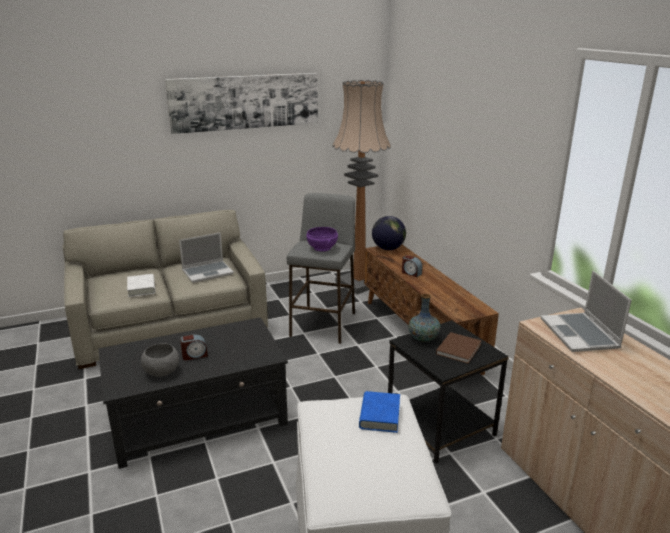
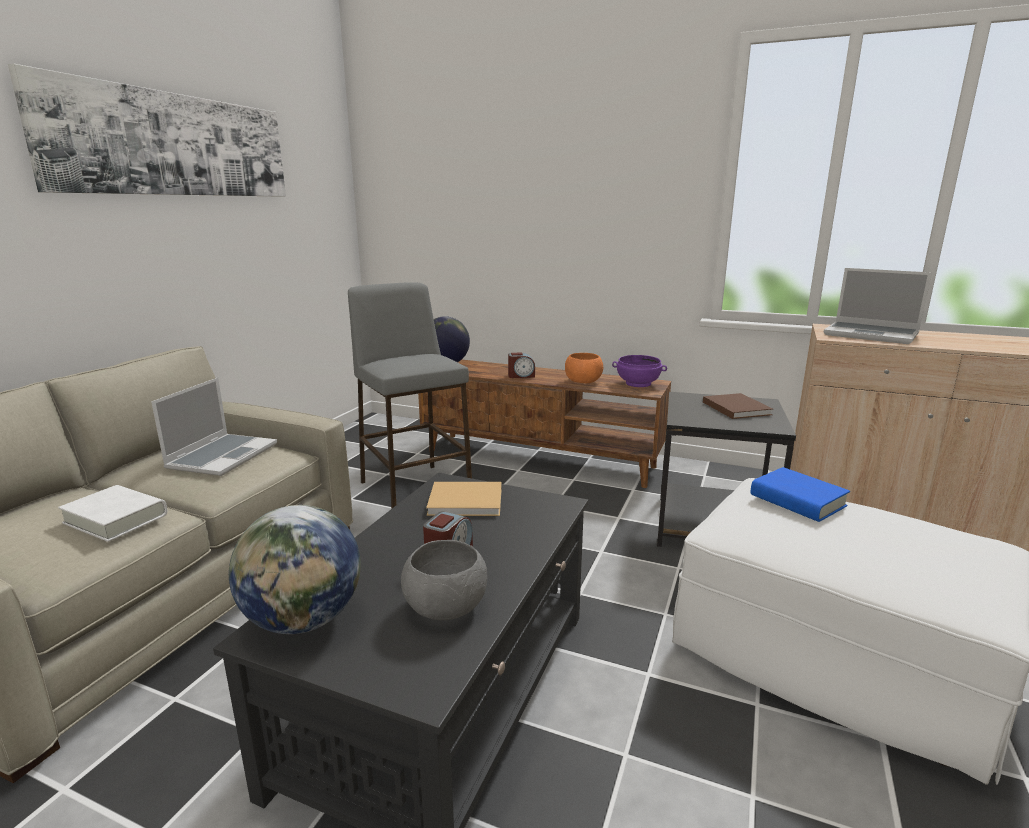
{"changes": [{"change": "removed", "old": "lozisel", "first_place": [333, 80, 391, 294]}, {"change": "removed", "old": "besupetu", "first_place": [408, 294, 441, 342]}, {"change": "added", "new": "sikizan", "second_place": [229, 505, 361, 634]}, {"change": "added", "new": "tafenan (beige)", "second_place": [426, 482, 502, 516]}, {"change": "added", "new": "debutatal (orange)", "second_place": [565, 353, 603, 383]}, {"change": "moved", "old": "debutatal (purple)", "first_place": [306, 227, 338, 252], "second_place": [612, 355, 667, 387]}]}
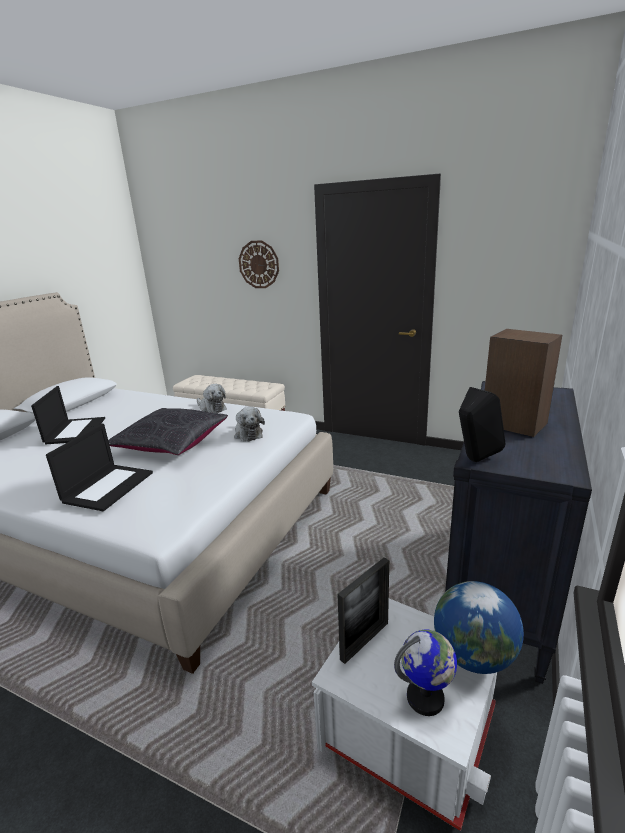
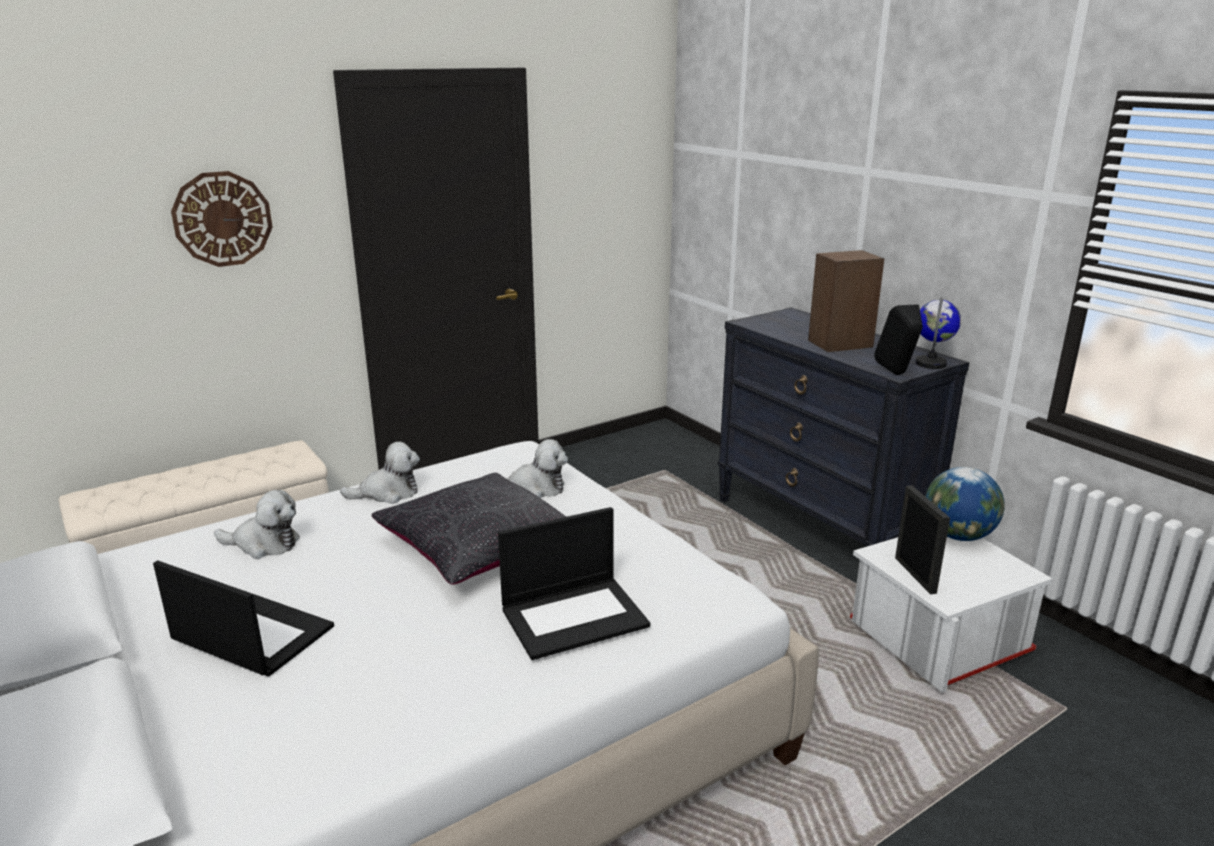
{"changes": [{"change": "added", "new": "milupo", "second_place": [214, 490, 300, 559]}, {"change": "moved", "old": "sikizan", "first_place": [394, 629, 457, 716], "second_place": [916, 297, 961, 369]}, {"change": "turned", "old": "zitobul", "first_place": [46, 424, 153, 511], "second_place": [498, 507, 650, 660], "degrees": 105}]}
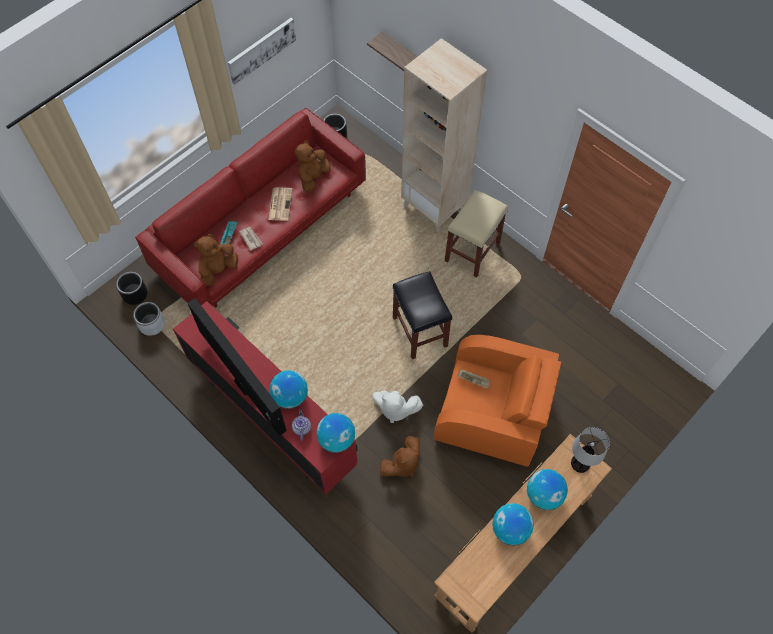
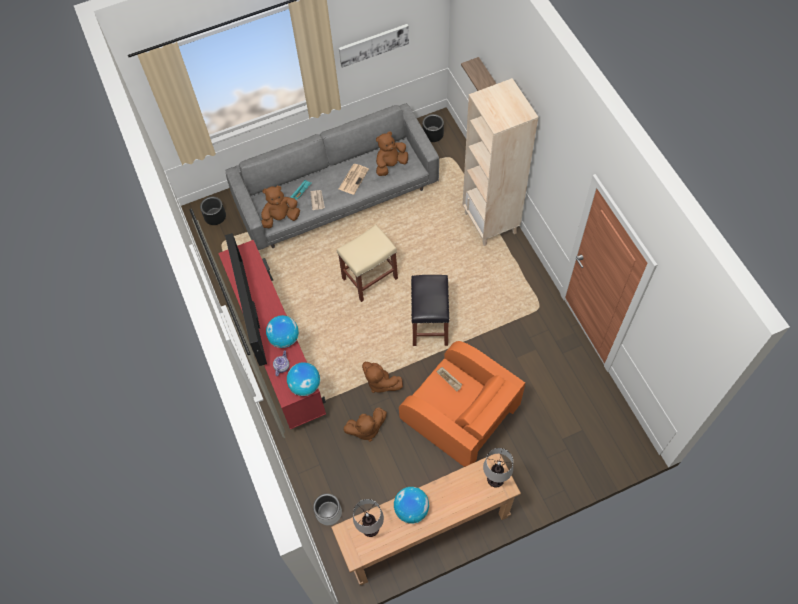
{"changes": [{"change": "removed", "old": "sikizan", "first_place": [527, 469, 568, 510]}, {"change": "added", "new": "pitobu", "second_place": [353, 499, 384, 537]}, {"change": "moved", "old": "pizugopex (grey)", "first_place": [133, 302, 165, 336], "second_place": [313, 493, 342, 525]}, {"change": "moved", "old": "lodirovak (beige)", "first_place": [445, 190, 508, 278], "second_place": [337, 225, 398, 302]}, {"change": "recoloured", "old": "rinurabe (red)", "new": "rinurabe (grey)", "first_place": [135, 108, 366, 308], "second_place": [225, 103, 439, 250]}, {"change": "recoloured", "old": "milupo (white)", "new": "milupo (brown)", "first_place": [372, 391, 423, 423], "second_place": [362, 362, 403, 393]}]}
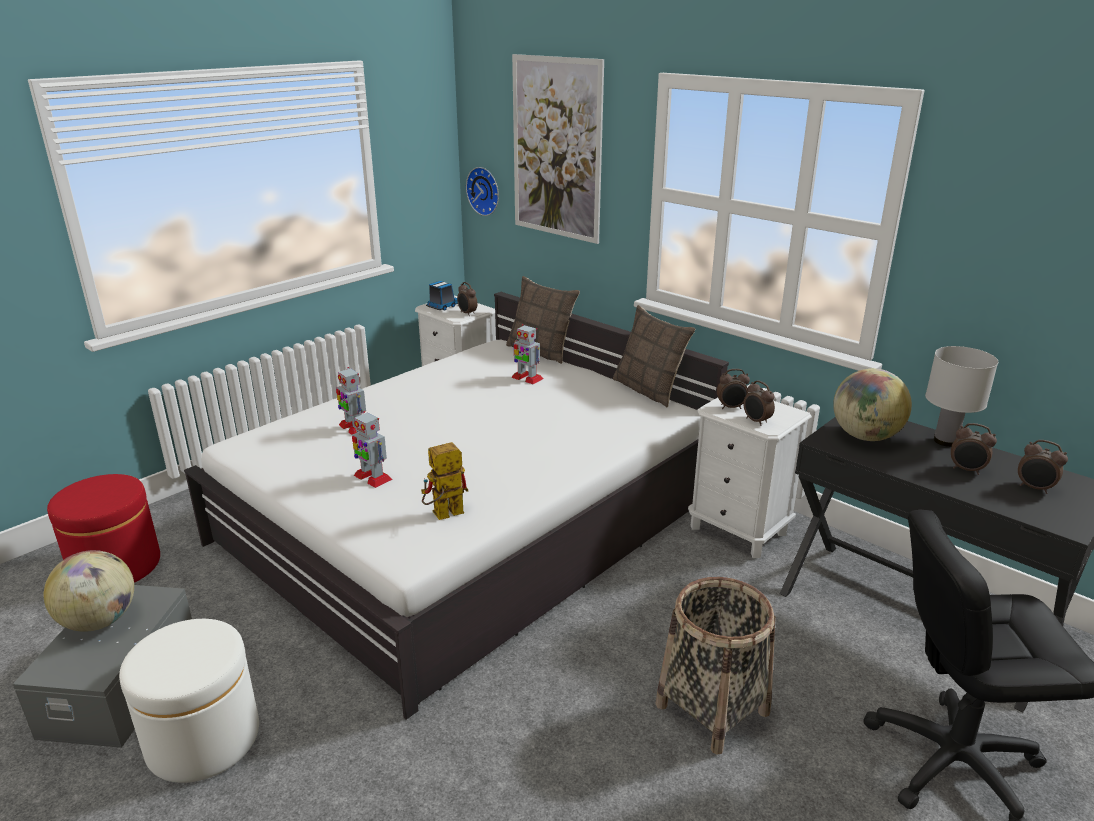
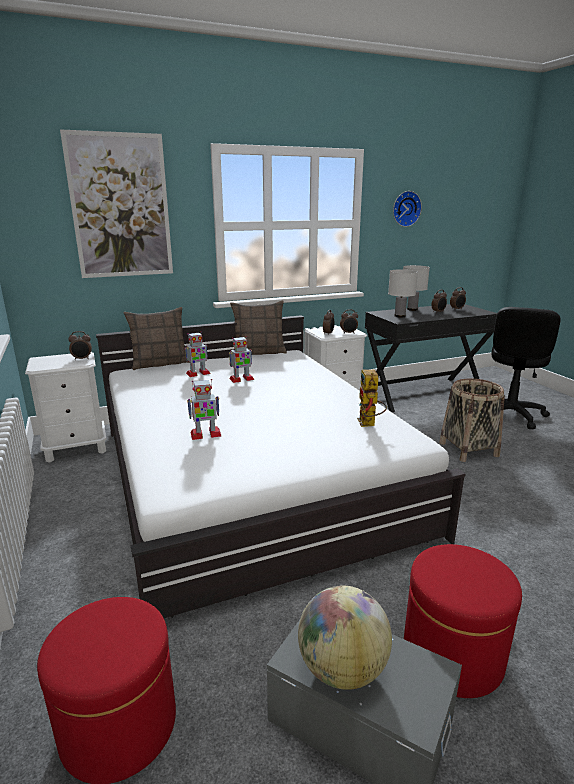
{"changes": [{"change": "removed", "old": "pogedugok", "first_place": [426, 281, 458, 311]}, {"change": "moved", "old": "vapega", "first_place": [352, 411, 393, 488], "second_place": [229, 336, 254, 383]}, {"change": "moved", "old": "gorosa", "first_place": [466, 167, 499, 216], "second_place": [393, 191, 422, 227]}, {"change": "replaced", "old": "sikizan", "new": "pitobu (white)", "first_place": [833, 368, 912, 441], "second_place": [388, 269, 418, 317]}, {"change": "recoloured", "old": "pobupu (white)", "new": "pobupu (red)", "first_place": [119, 619, 259, 783], "second_place": [404, 544, 522, 698]}]}
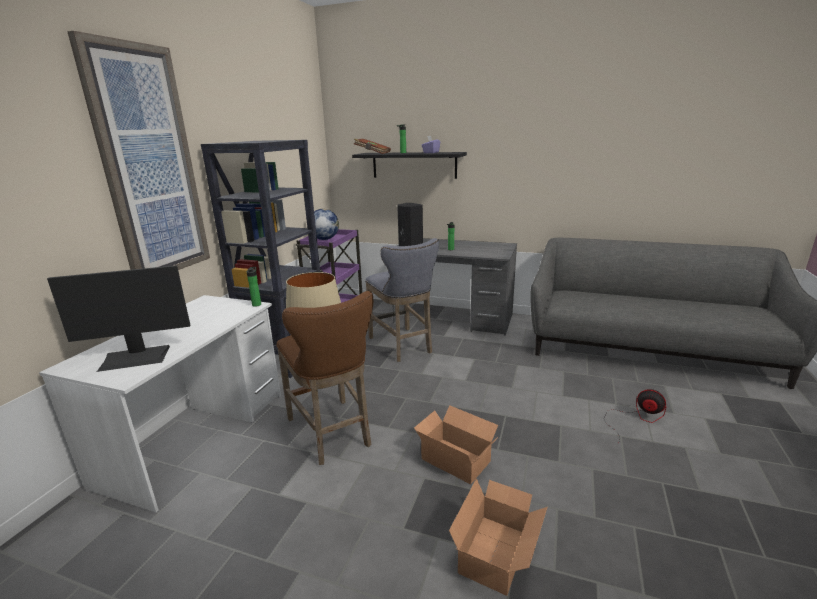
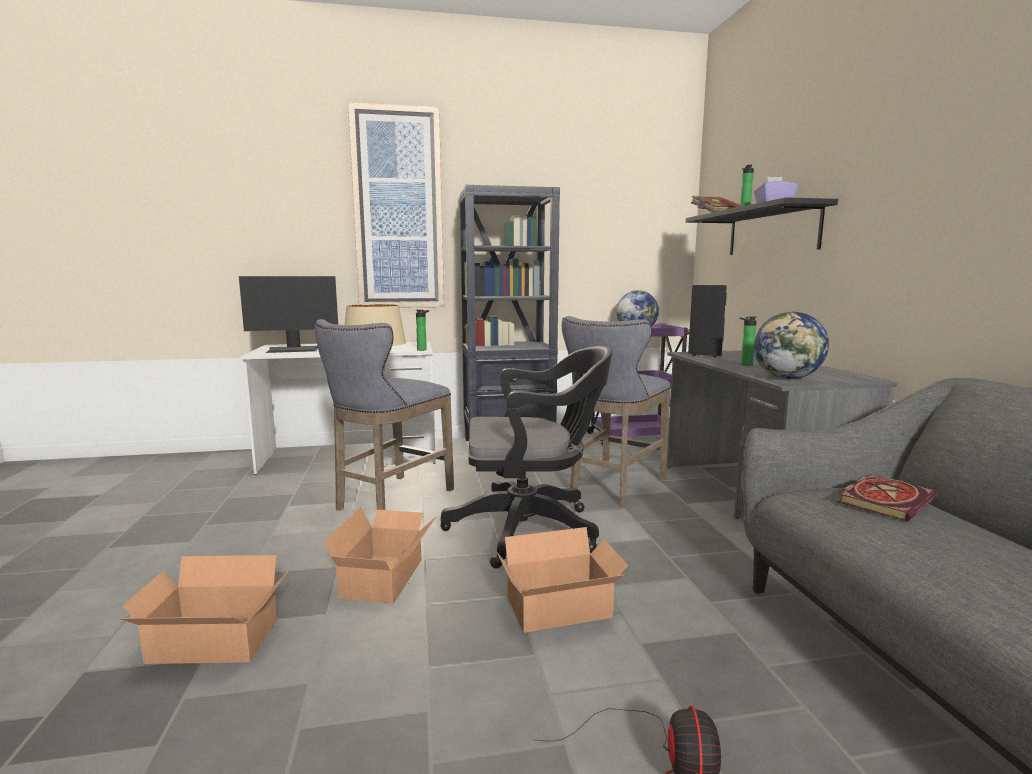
{"changes": [{"change": "added", "new": "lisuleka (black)", "second_place": [440, 346, 613, 569]}, {"change": "added", "new": "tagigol", "second_place": [497, 527, 628, 633]}, {"change": "added", "new": "sikizan", "second_place": [754, 312, 829, 379]}, {"change": "added", "new": "tafenan", "second_place": [837, 474, 938, 522]}, {"change": "recoloured", "old": "lodirovak (brown)", "new": "lodirovak (grey)", "first_place": [276, 291, 373, 465], "second_place": [315, 319, 454, 511]}, {"change": "turned", "old": "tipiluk", "first_place": [47, 265, 191, 372], "second_place": [239, 276, 338, 353], "degrees": -60}]}
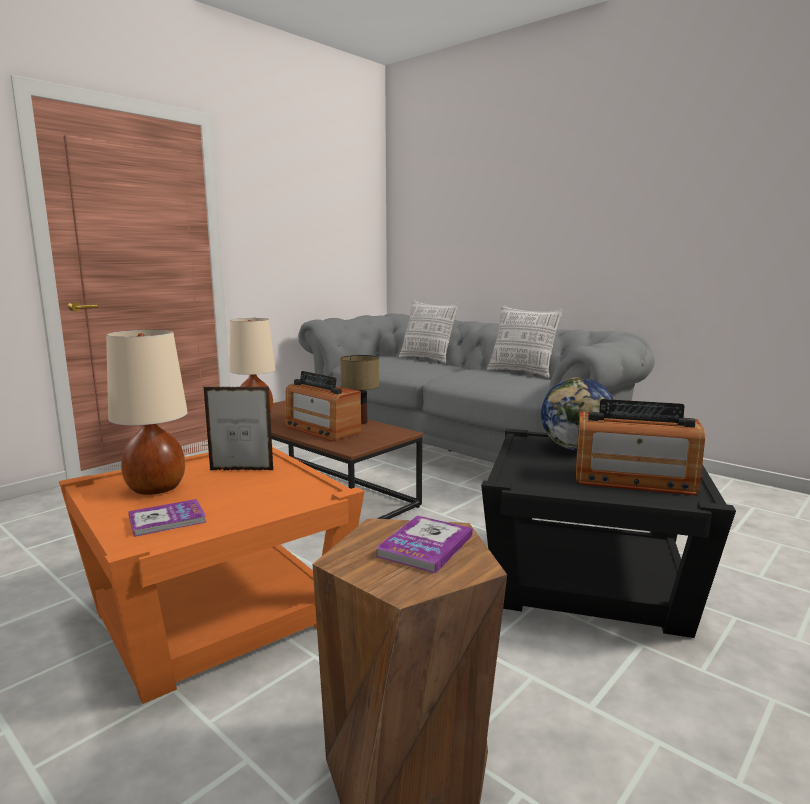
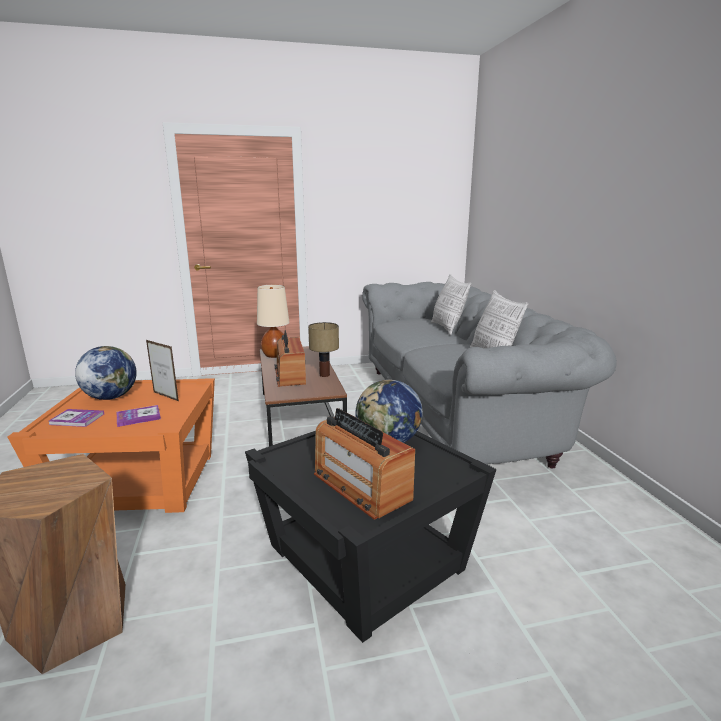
{"changes": [{"change": "moved", "old": "tafenan", "first_place": [376, 516, 473, 573], "second_place": [117, 405, 161, 427]}, {"change": "replaced", "old": "pitobu (beige)", "new": "sikizan", "first_place": [106, 329, 188, 495], "second_place": [75, 346, 137, 400]}]}
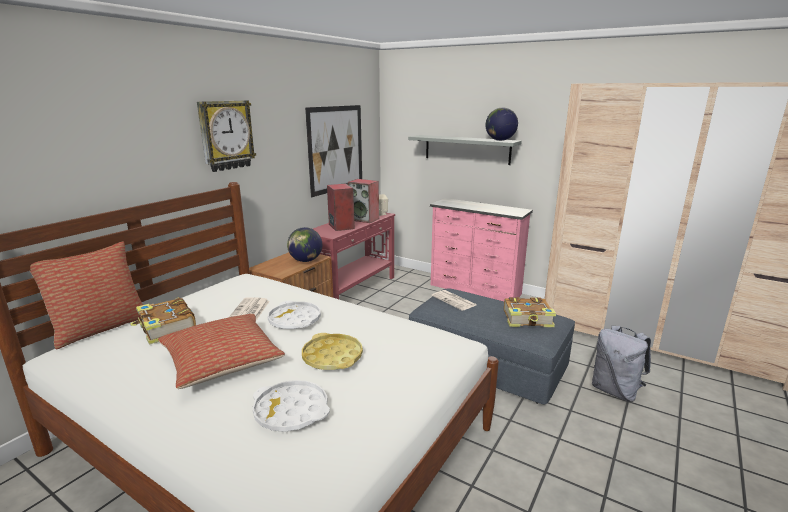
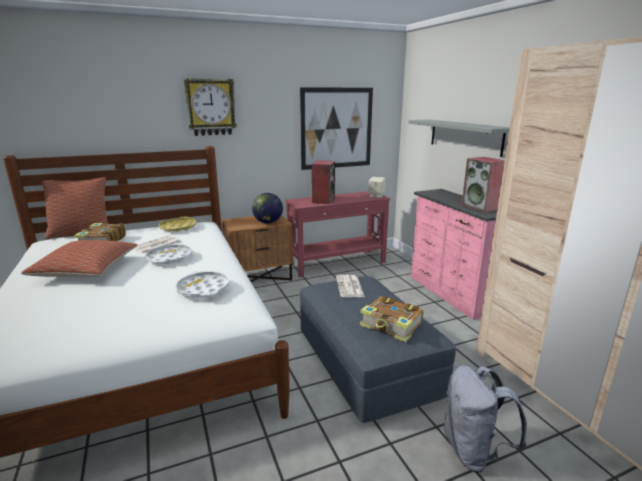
{"changes": [{"change": "removed", "old": "sikizan", "first_place": [486, 108, 518, 141]}, {"change": "moved", "old": "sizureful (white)", "first_place": [252, 380, 330, 432], "second_place": [175, 271, 229, 298]}, {"change": "moved", "old": "sizureful (yellow)", "first_place": [302, 333, 363, 370], "second_place": [159, 217, 196, 232]}, {"change": "moved", "old": "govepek", "first_place": [348, 179, 379, 223], "second_place": [462, 157, 505, 213]}]}
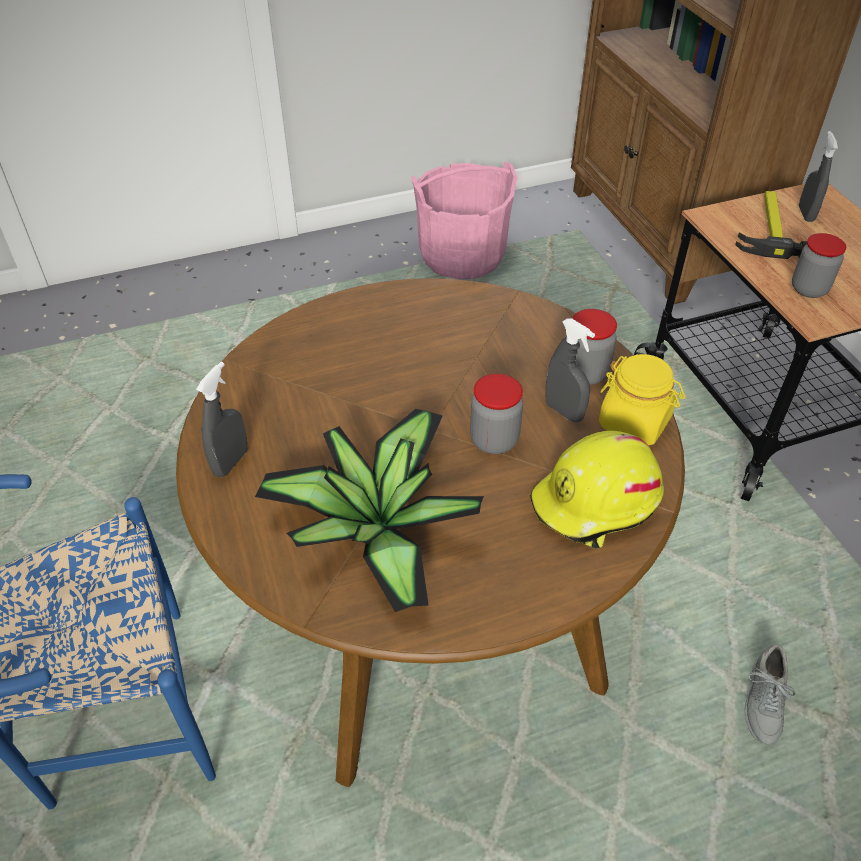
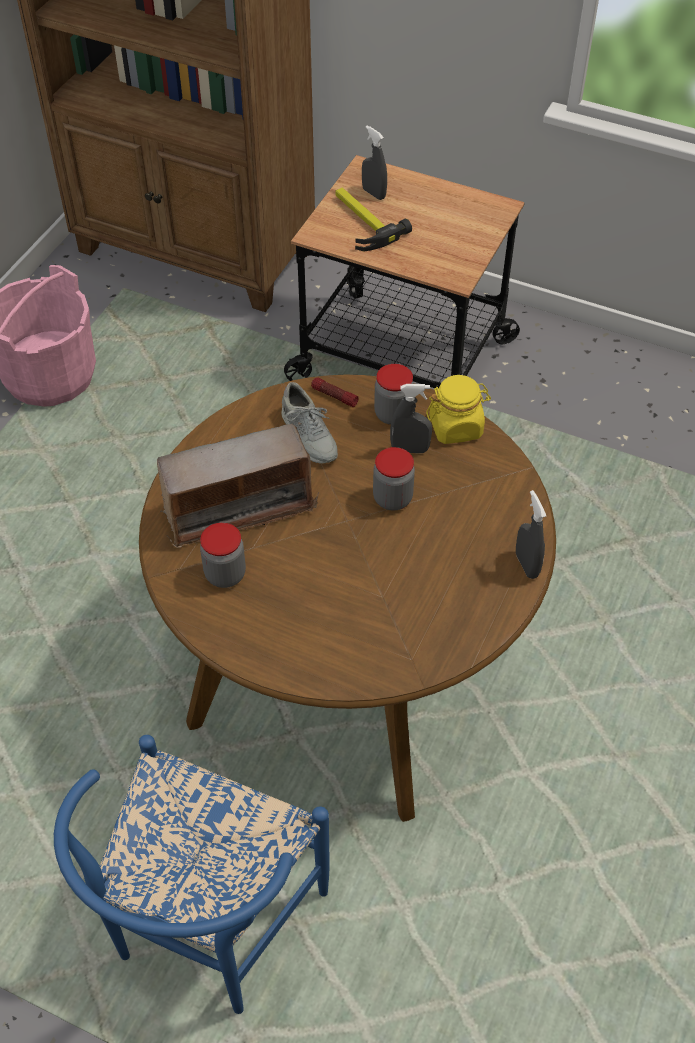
{"changes": [{"change": "removed", "old": "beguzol", "first_place": [255, 409, 484, 612]}, {"change": "removed", "old": "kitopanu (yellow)", "first_place": [530, 431, 664, 549]}, {"change": "added", "new": "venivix", "second_place": [157, 422, 319, 548]}, {"change": "added", "new": "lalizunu", "second_place": [311, 377, 359, 407]}, {"change": "moved", "old": "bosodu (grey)", "first_place": [196, 362, 247, 477], "second_place": [516, 490, 546, 579]}, {"change": "moved", "old": "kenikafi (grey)", "first_place": [744, 644, 796, 745], "second_place": [281, 382, 338, 464]}, {"change": "moved", "old": "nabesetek", "first_place": [792, 233, 846, 298], "second_place": [200, 523, 246, 588]}]}
